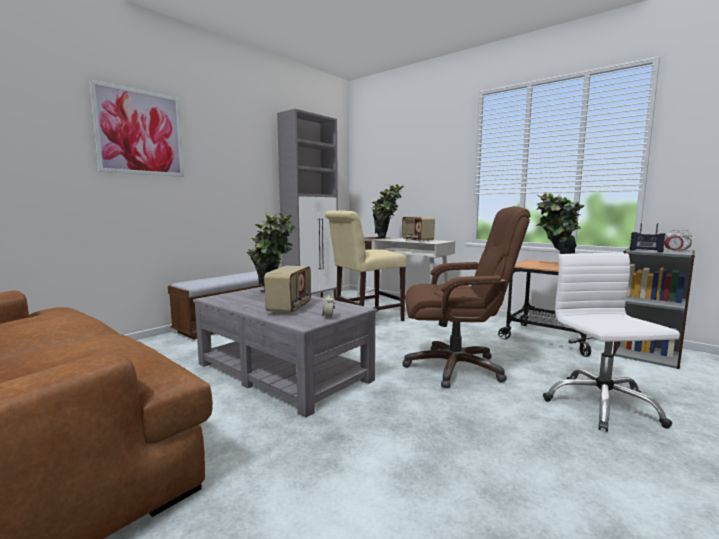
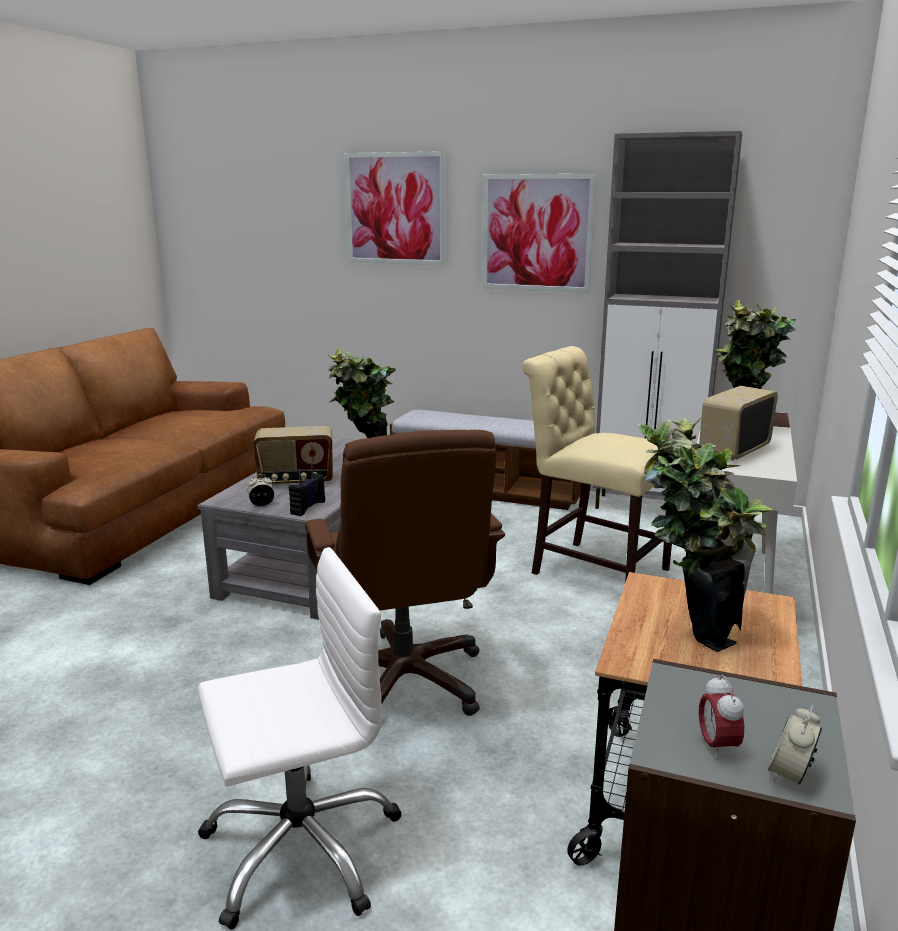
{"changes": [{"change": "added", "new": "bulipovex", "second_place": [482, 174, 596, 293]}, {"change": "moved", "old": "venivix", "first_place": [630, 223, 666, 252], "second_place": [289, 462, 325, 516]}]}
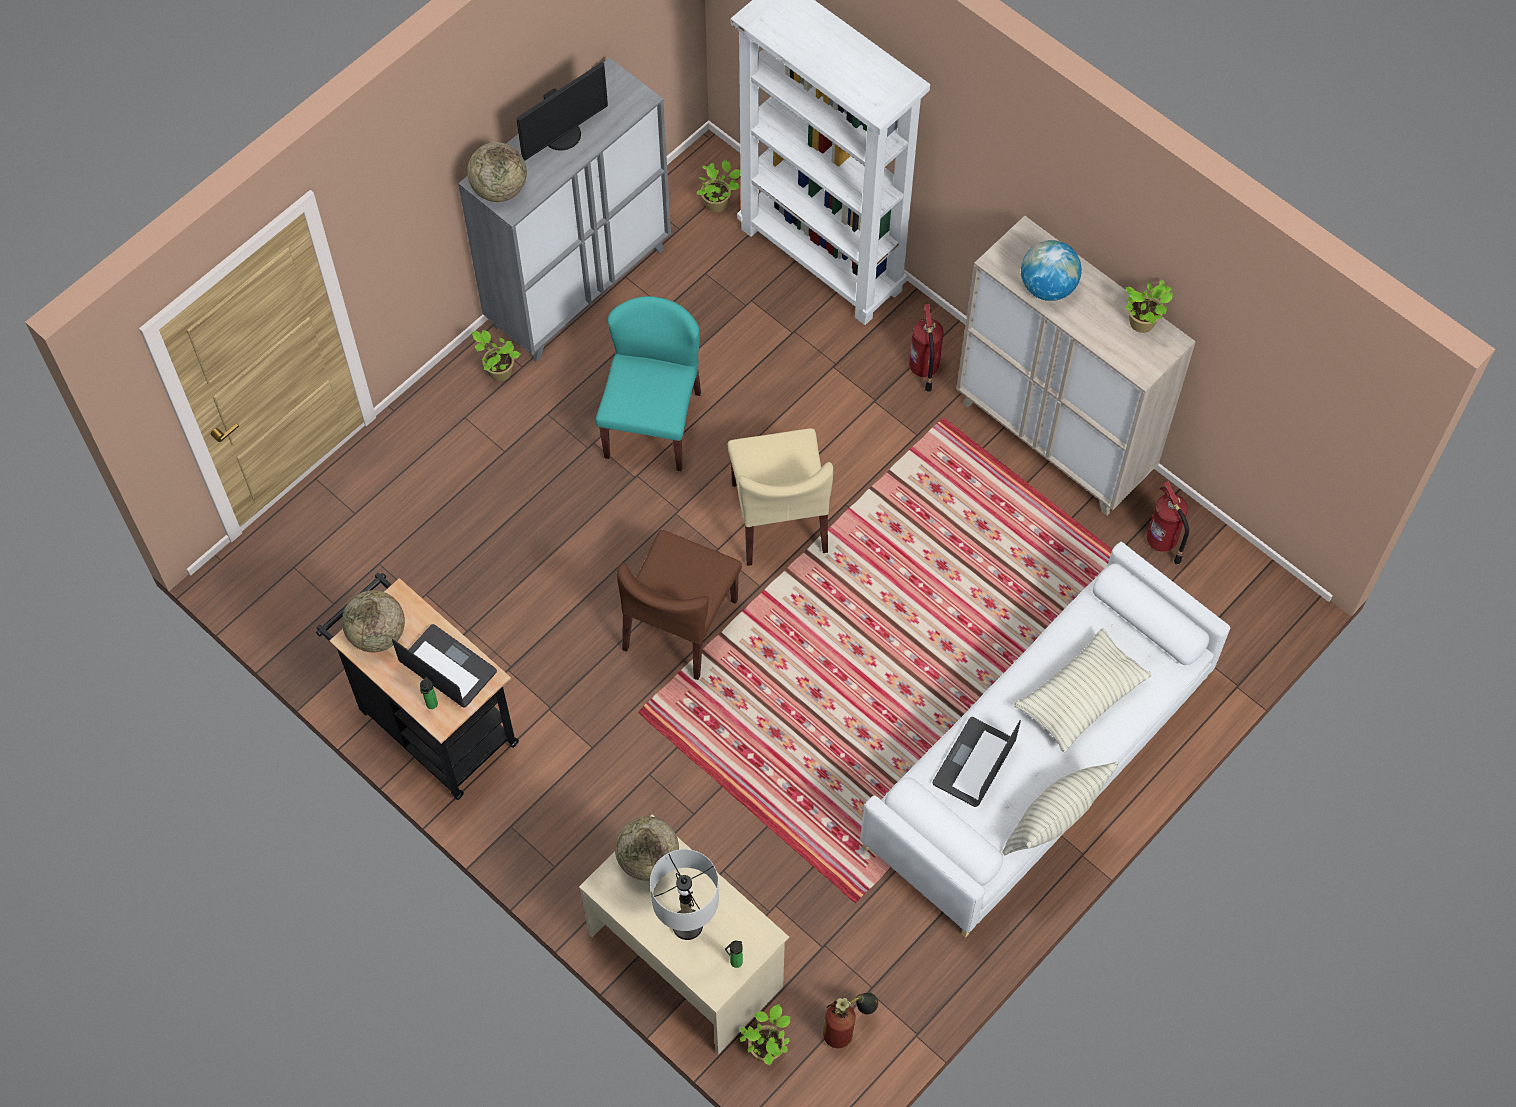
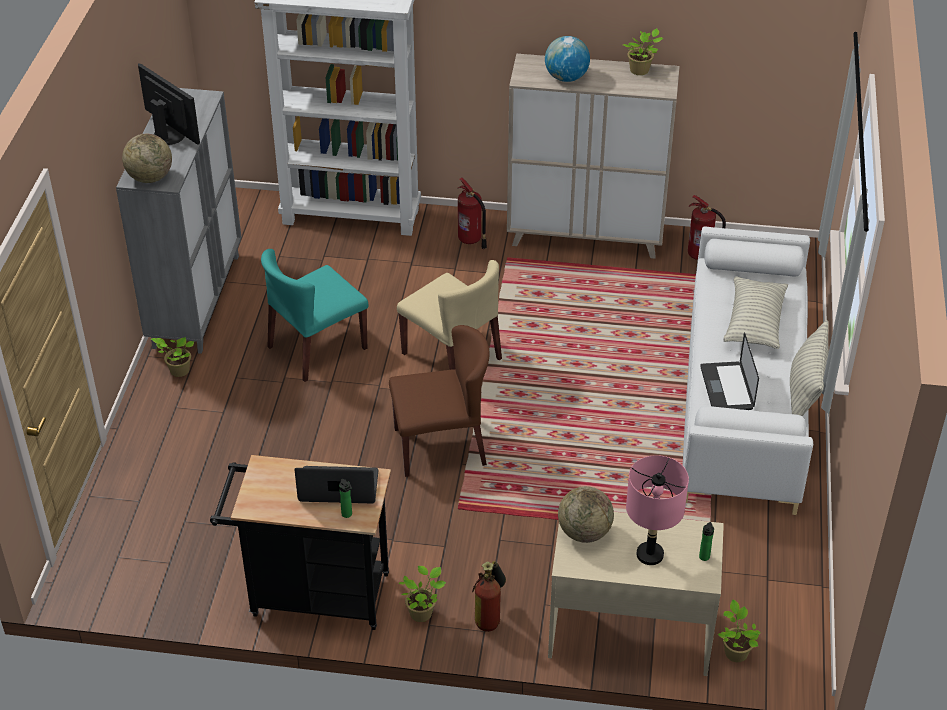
{"changes": [{"change": "removed", "old": "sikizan", "first_place": [342, 590, 405, 652]}, {"change": "moved", "old": "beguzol", "first_place": [697, 160, 741, 212], "second_place": [399, 566, 446, 622]}, {"change": "moved", "old": "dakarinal", "first_place": [823, 992, 878, 1048], "second_place": [472, 561, 506, 632]}, {"change": "recoloured", "old": "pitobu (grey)", "new": "pitobu (pink)", "first_place": [650, 849, 719, 940], "second_place": [626, 455, 689, 565]}, {"change": "turned", "old": "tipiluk", "first_place": [516, 62, 608, 161], "second_place": [138, 63, 200, 145], "degrees": -60}, {"change": "turned", "old": "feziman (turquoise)", "first_place": [595, 296, 701, 471], "second_place": [261, 249, 368, 382], "degrees": -105}, {"change": "turned", "old": "feziman (brown)", "first_place": [617, 530, 742, 680], "second_place": [389, 325, 490, 477], "degrees": -90}]}
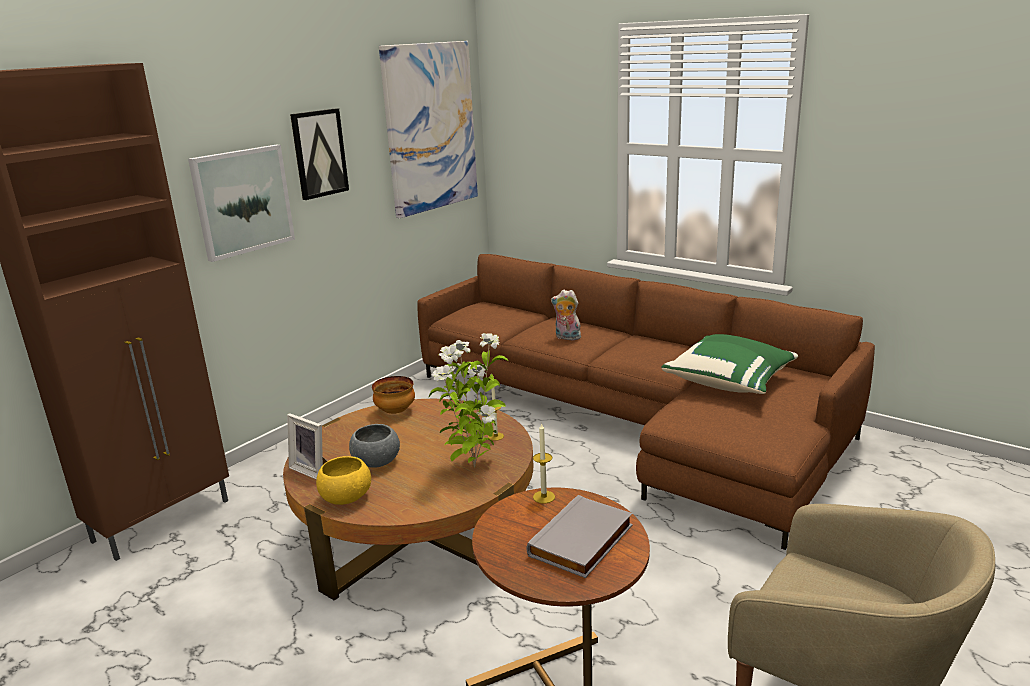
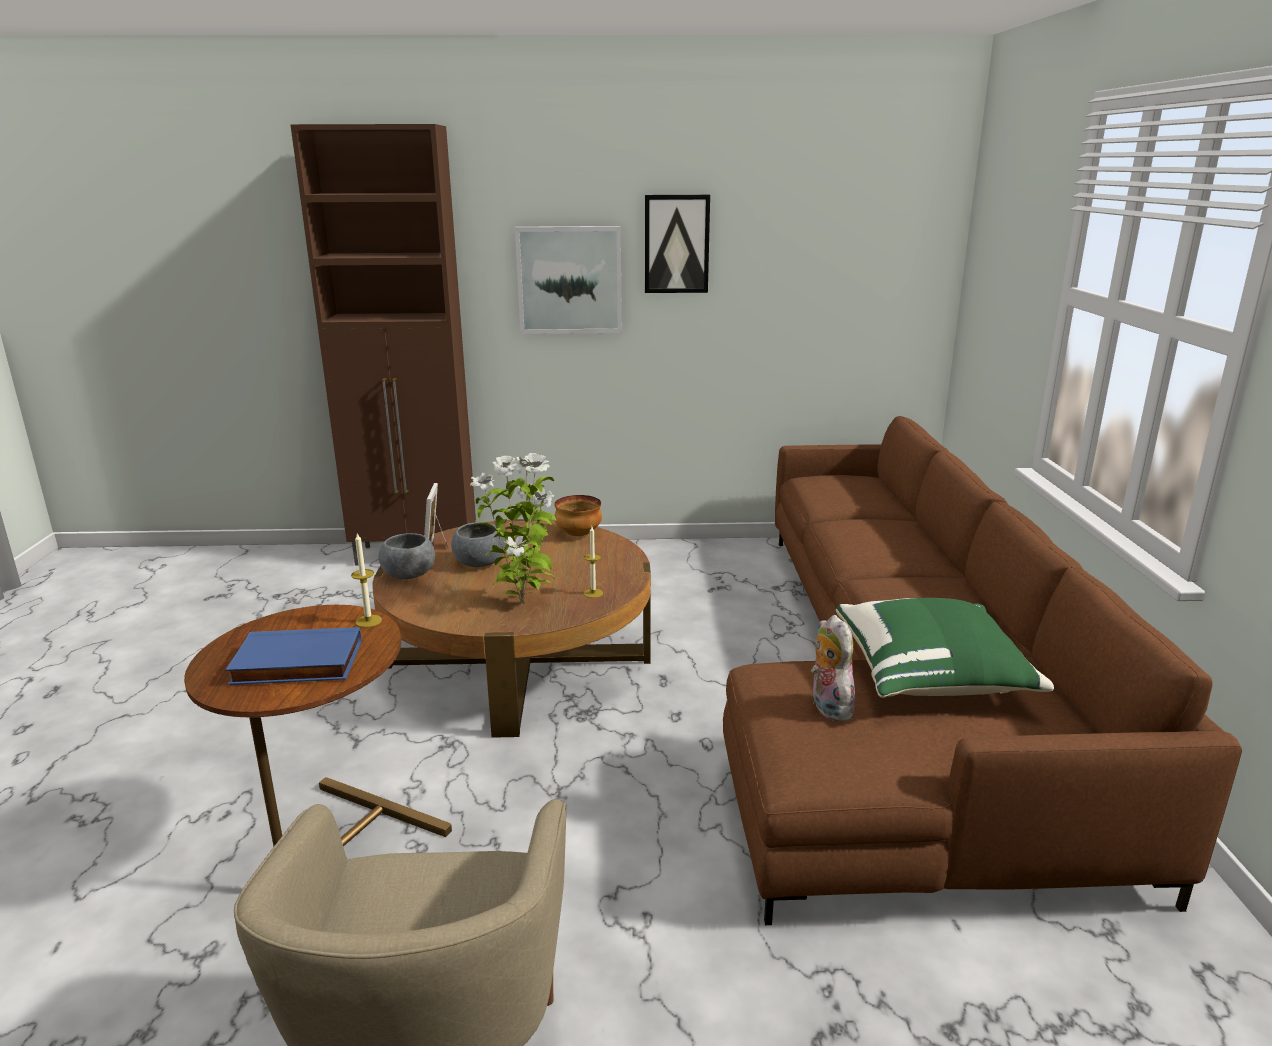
{"changes": [{"change": "removed", "old": "bulipovex", "first_place": [379, 41, 478, 218]}, {"change": "moved", "old": "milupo", "first_place": [551, 290, 581, 340], "second_place": [811, 615, 855, 722]}, {"change": "recoloured", "old": "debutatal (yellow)", "new": "debutatal (grey)", "first_place": [316, 456, 371, 505], "second_place": [378, 533, 435, 579]}, {"change": "recoloured", "old": "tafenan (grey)", "new": "tafenan (blue)", "first_place": [526, 495, 633, 578], "second_place": [225, 627, 361, 685]}]}
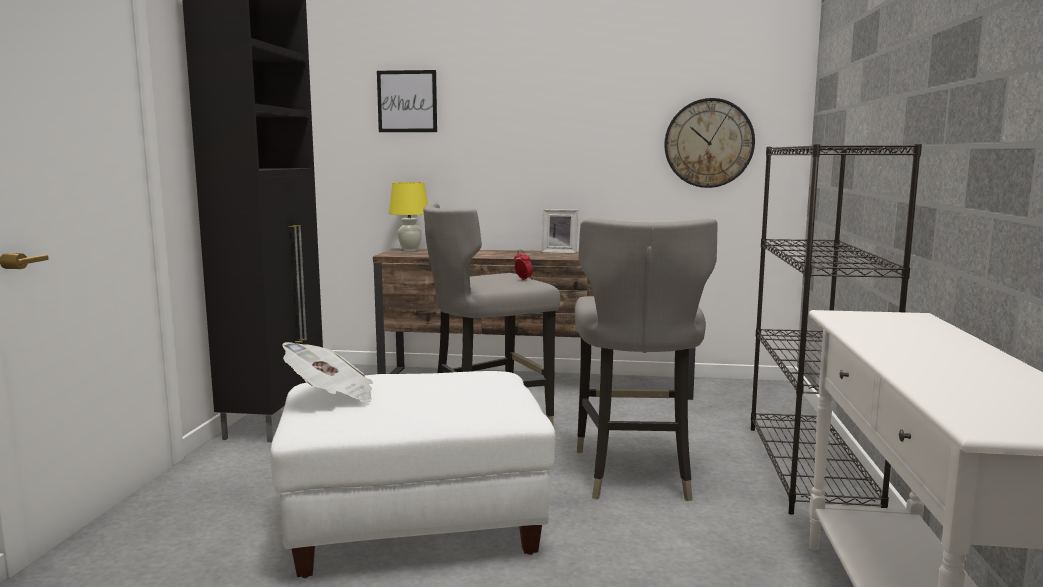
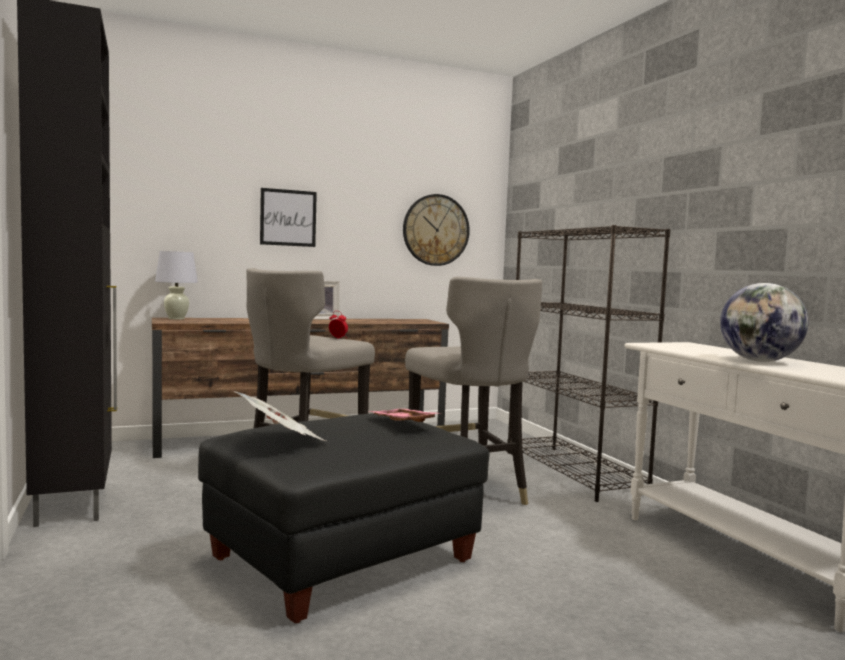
{"changes": [{"change": "added", "new": "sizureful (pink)", "second_place": [370, 409, 438, 422]}, {"change": "added", "new": "sikizan", "second_place": [720, 283, 809, 362]}, {"change": "moved", "old": "bulipovex", "first_place": [377, 70, 437, 132], "second_place": [260, 188, 317, 247]}, {"change": "recoloured", "old": "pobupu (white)", "new": "pobupu (black)", "first_place": [270, 371, 555, 578], "second_place": [198, 413, 489, 623]}, {"change": "recoloured", "old": "pitobu (yellow)", "new": "pitobu (white)", "first_place": [389, 182, 428, 251], "second_place": [155, 251, 198, 319]}]}
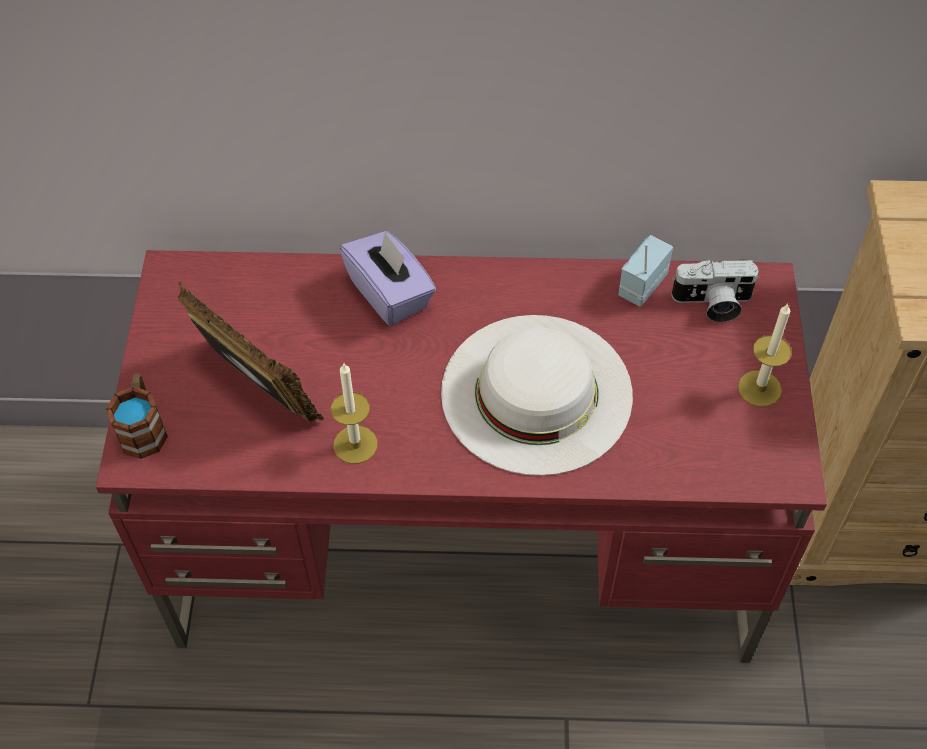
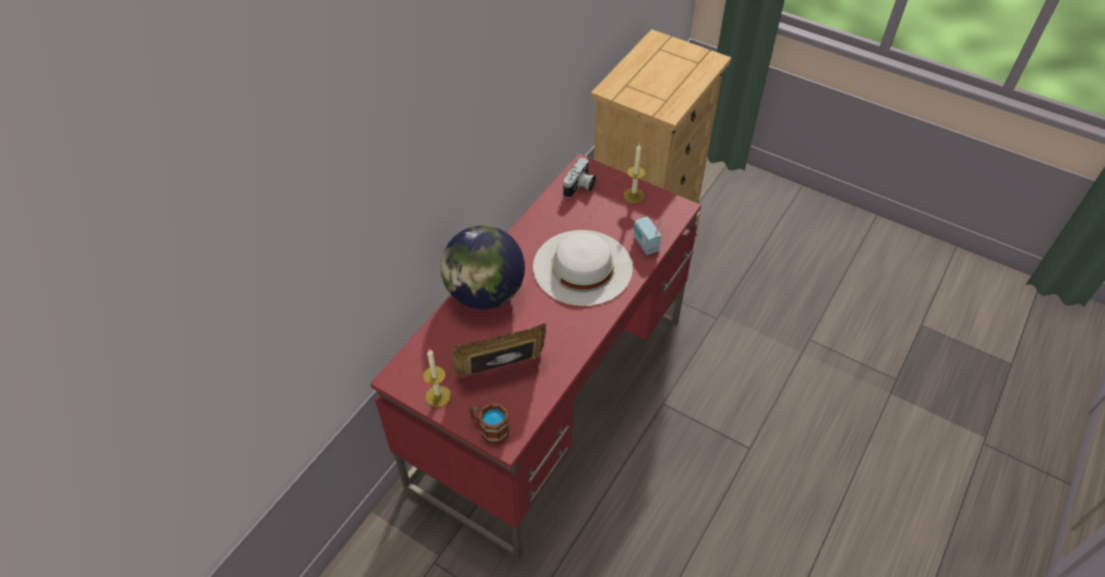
{"changes": [{"change": "moved", "old": "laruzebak", "first_place": [331, 364, 377, 464], "second_place": [423, 349, 451, 407]}, {"change": "moved", "old": "venivix", "first_place": [618, 235, 673, 307], "second_place": [634, 216, 662, 255]}, {"change": "replaced", "old": "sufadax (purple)", "new": "sikizan", "first_place": [340, 231, 436, 326], "second_place": [441, 225, 525, 309]}]}
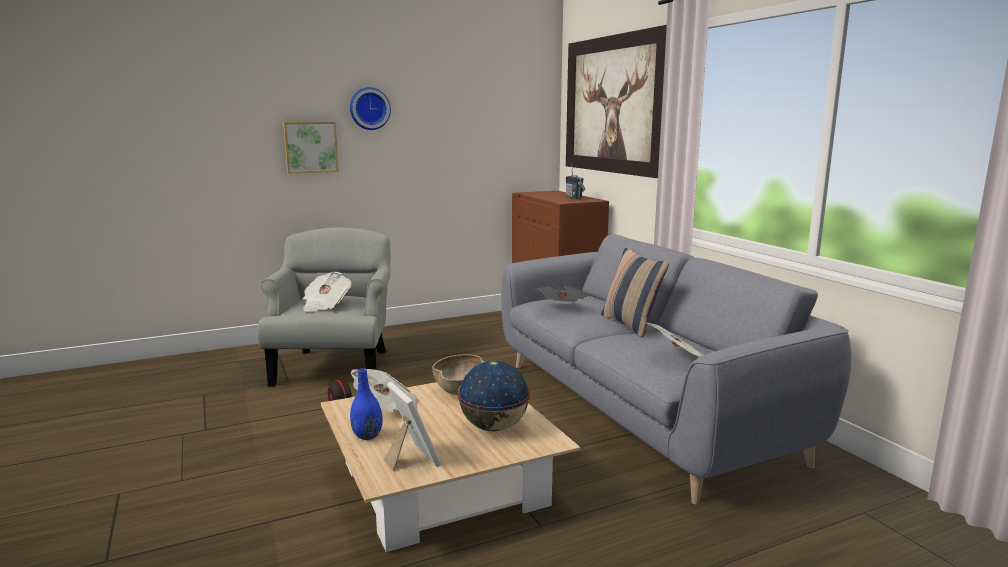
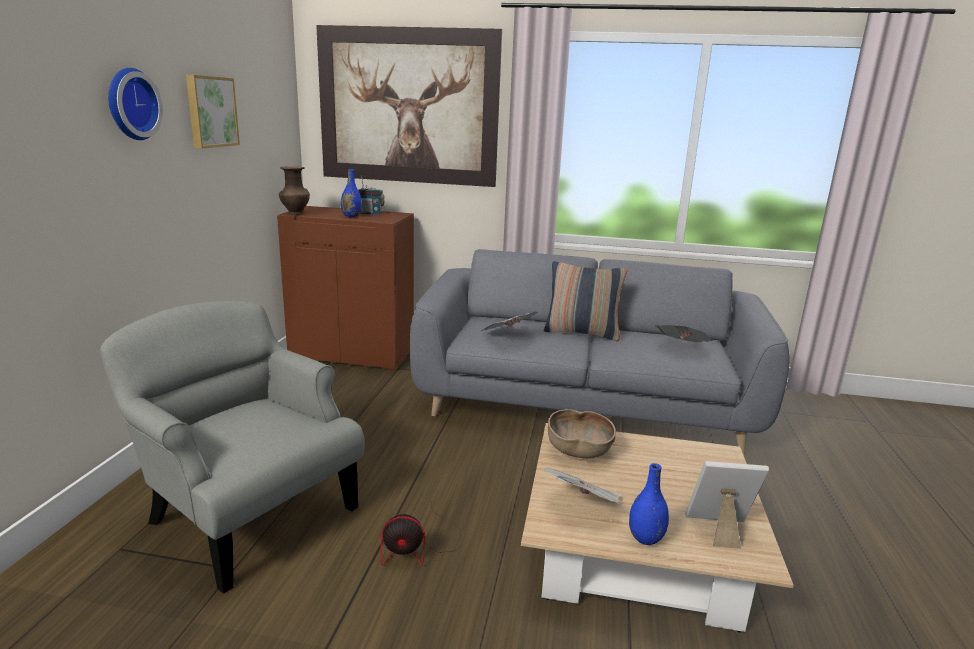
{"changes": [{"change": "removed", "old": "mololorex", "first_place": [303, 272, 352, 312]}, {"change": "removed", "old": "sikizan", "first_place": [458, 361, 530, 431]}, {"change": "added", "new": "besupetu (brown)", "second_place": [279, 166, 310, 215]}, {"change": "added", "new": "besupetu (blue)", "second_place": [341, 169, 362, 217]}, {"change": "moved", "old": "bulipovex", "first_place": [283, 122, 339, 174], "second_place": [186, 75, 240, 149]}]}
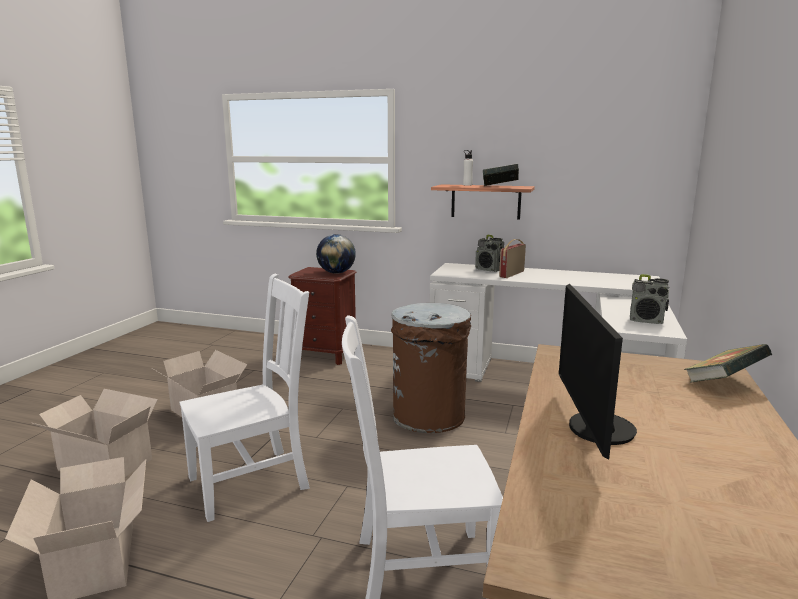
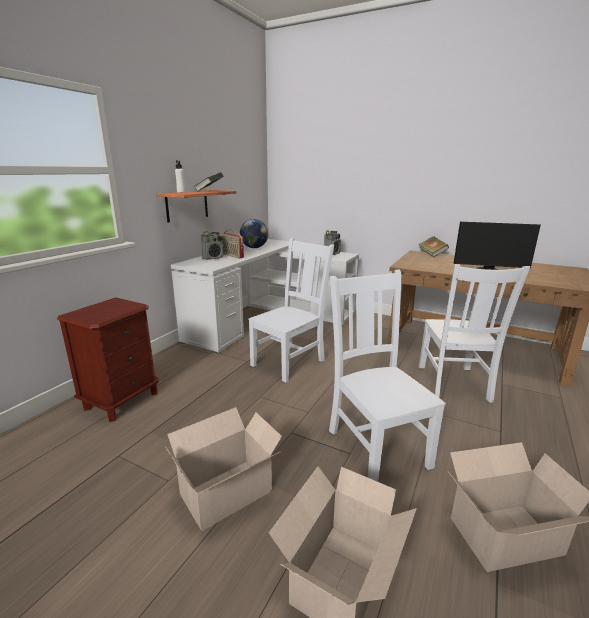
{"changes": [{"change": "moved", "old": "sikizan", "first_place": [316, 234, 356, 274], "second_place": [240, 219, 268, 248]}, {"change": "replaced", "old": "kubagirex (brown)", "new": "feziman (white)", "first_place": [391, 303, 471, 433], "second_place": [249, 238, 334, 383]}]}
